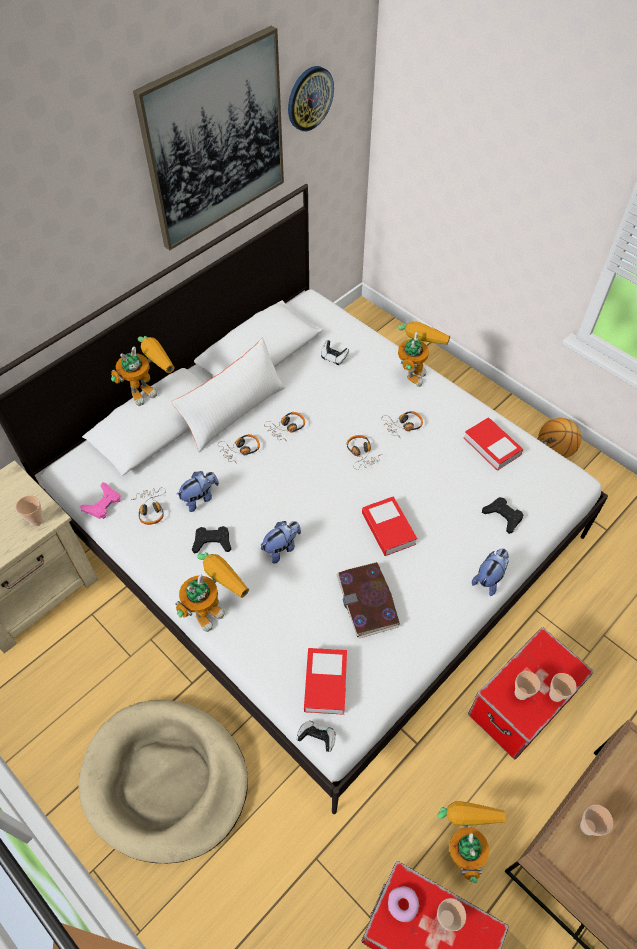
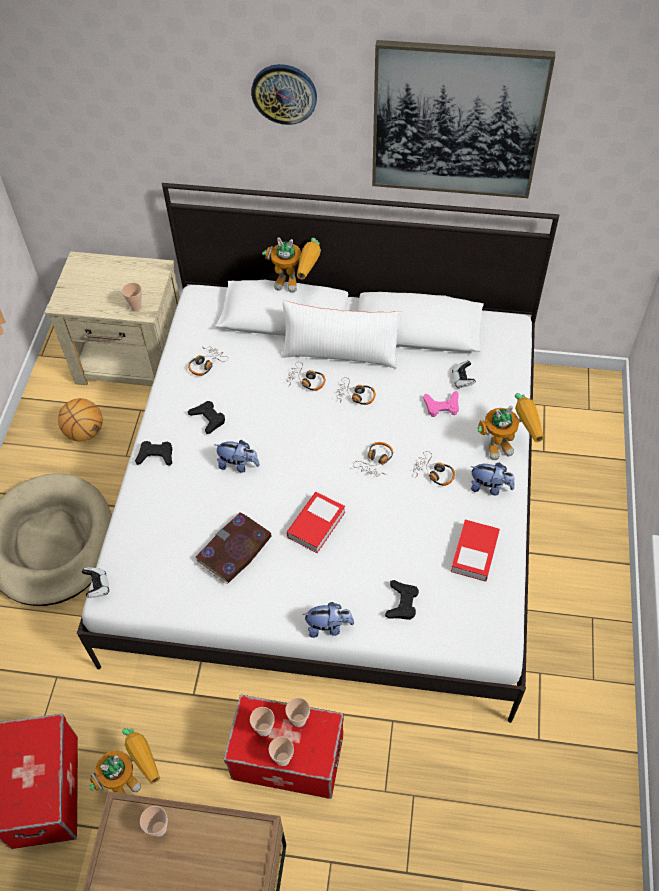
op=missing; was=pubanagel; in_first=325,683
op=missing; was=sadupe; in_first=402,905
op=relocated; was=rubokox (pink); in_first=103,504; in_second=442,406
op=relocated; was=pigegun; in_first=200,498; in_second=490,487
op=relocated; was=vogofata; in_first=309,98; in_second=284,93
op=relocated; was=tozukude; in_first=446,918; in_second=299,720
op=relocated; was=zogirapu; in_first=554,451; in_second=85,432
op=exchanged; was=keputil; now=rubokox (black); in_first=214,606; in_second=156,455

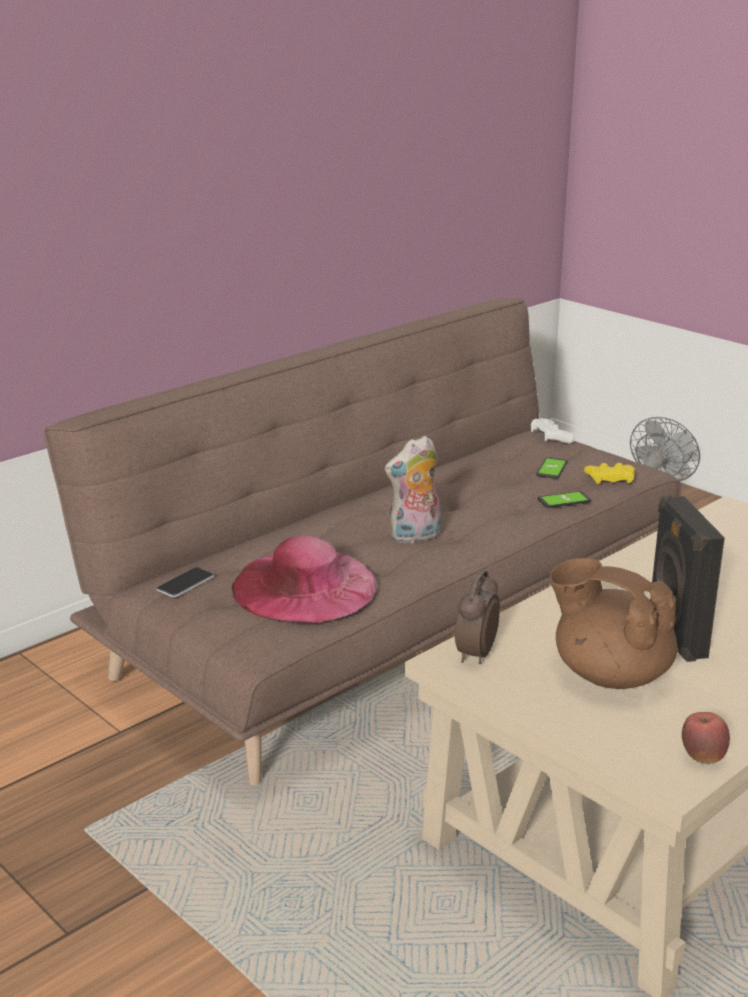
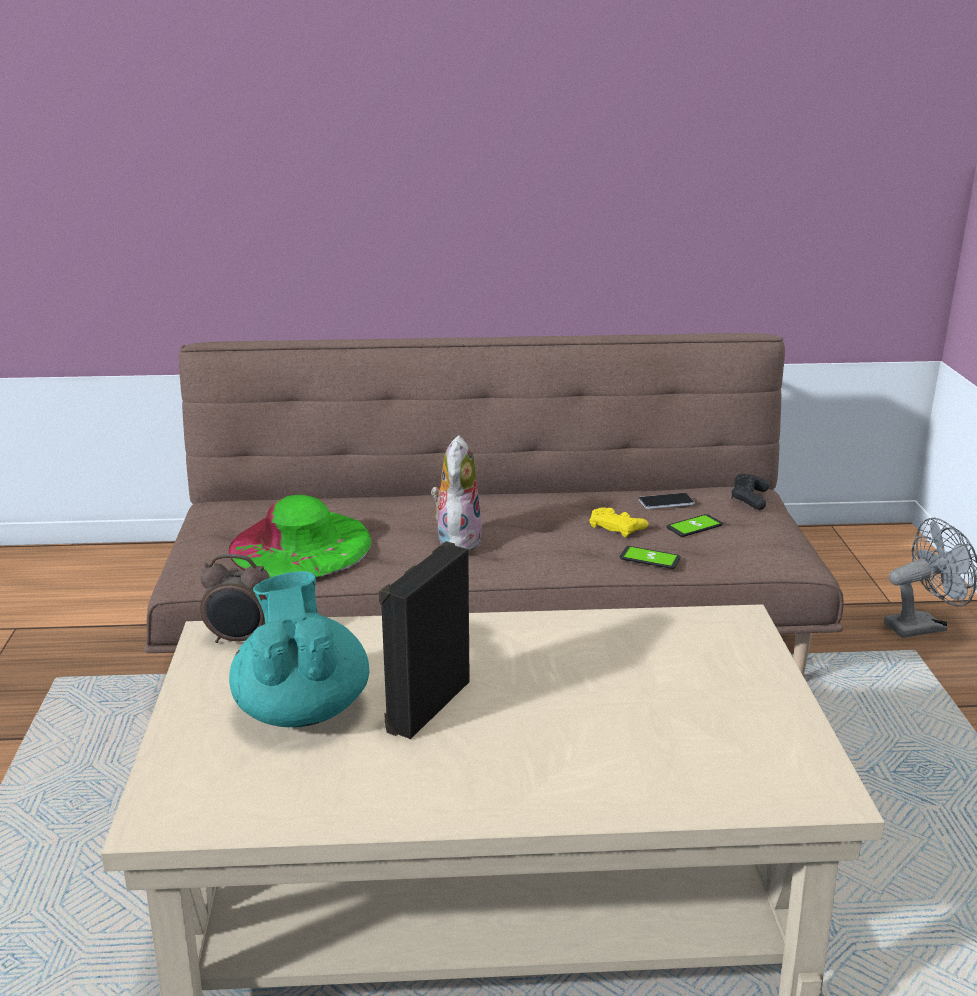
op=missing; was=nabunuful; in_first=702,757
op=relocated; was=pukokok; in_first=185,583; in_second=666,502
op=relocated; was=rubokox (yellow); in_first=610,477; in_second=617,526
op=colour; was=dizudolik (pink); now=dizudolik (green); in_first=305,586; in_second=300,545
op=colour; was=rubokox (white); now=rubokox (black); in_first=550,438; in_second=749,498
op=colour; was=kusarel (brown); now=kusarel (turquoise); in_first=609,674; in_second=302,708
op=spun; was=pigegun; in_first=415,536; in_second=457,540; clockwise=90
op=spun; was=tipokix; in_first=475,654; in_second=240,640; clockwise=-150

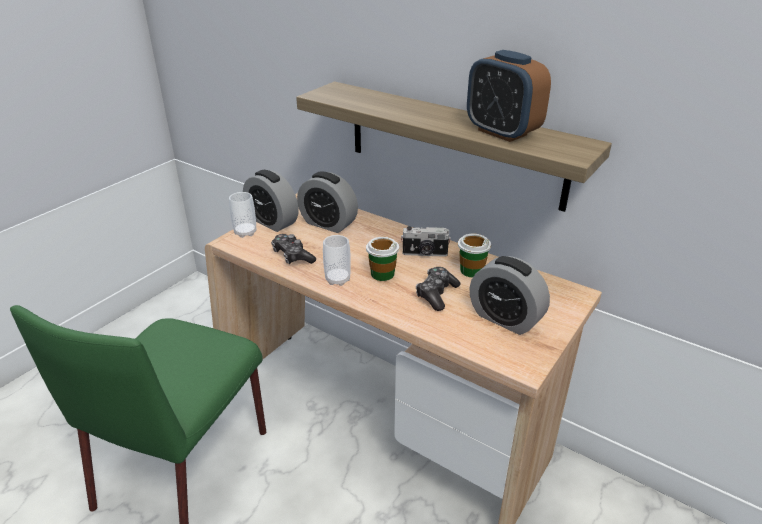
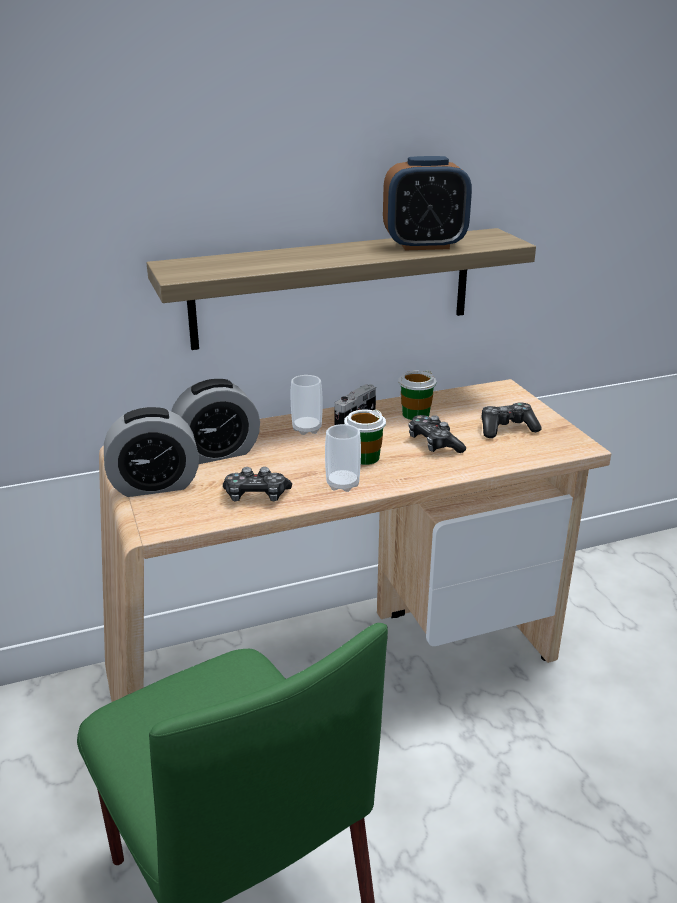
op=relocated; was=tozukude; in_first=245,232; in_second=307,429
op=exchanged; was=tipokix; now=rubokox; in_first=505,318; in_second=506,428

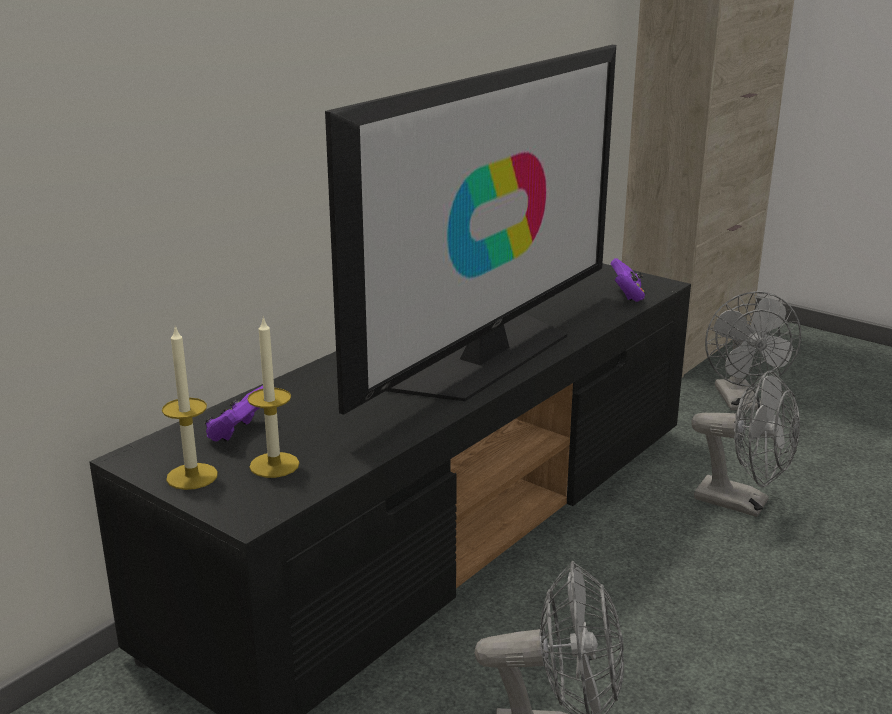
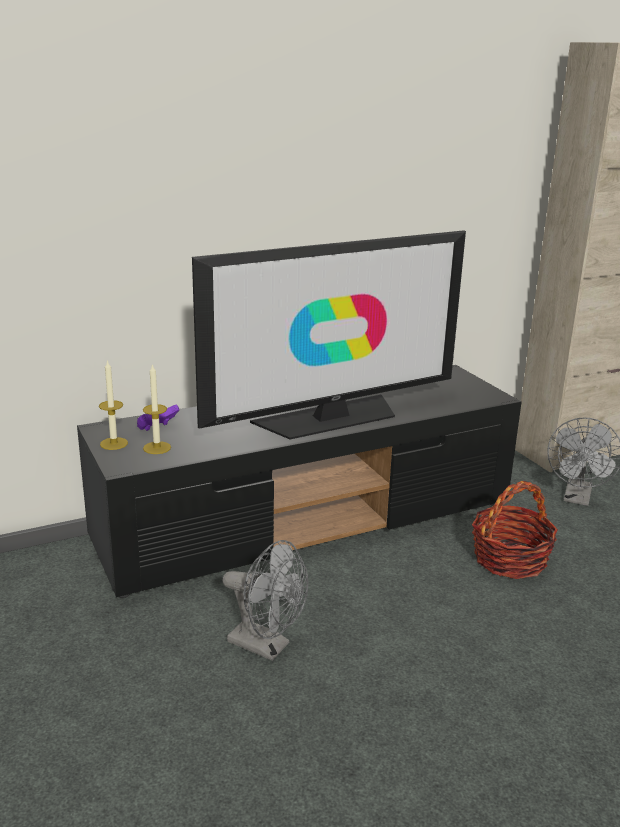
op=missing; was=rubokox (purple); in_first=627,296
op=exchanged; was=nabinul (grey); now=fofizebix; in_first=742,503; in_second=510,559

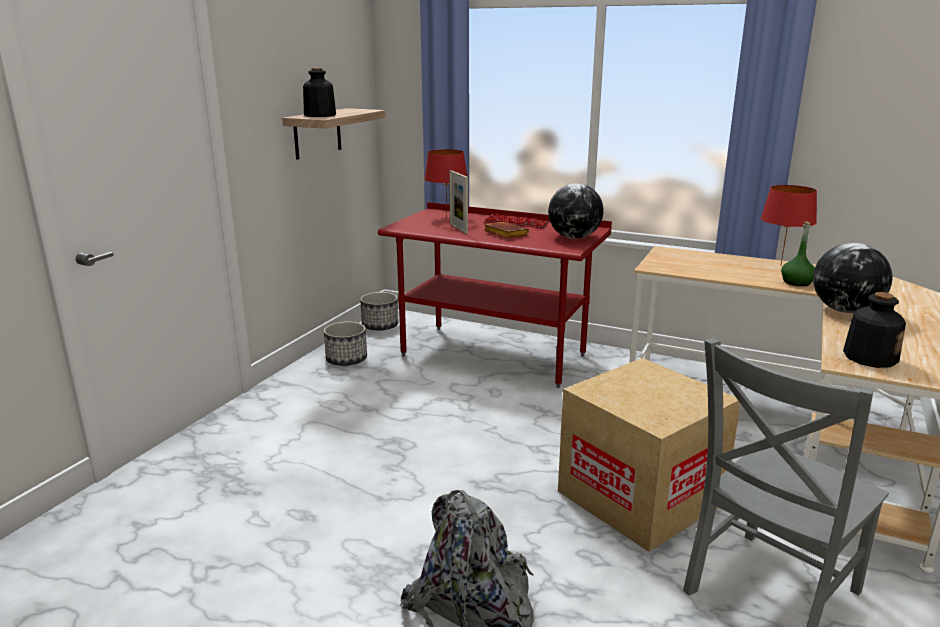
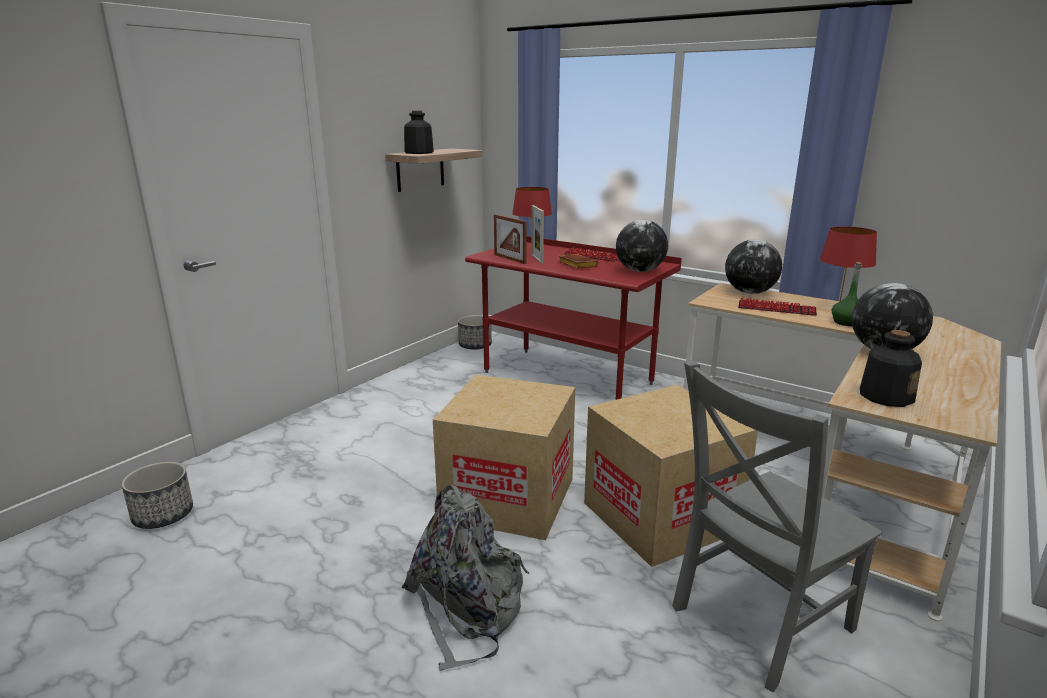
op=appeared; now=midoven; in_second=508,498
op=appeared; now=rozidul; in_second=509,259
op=appeared; now=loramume; in_second=749,292
op=appeared; now=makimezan; in_second=776,309
op=relocated; was=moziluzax; in_first=346,360; in_second=163,515

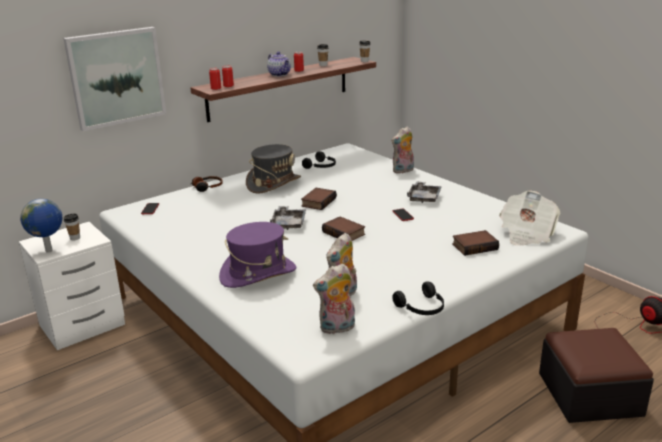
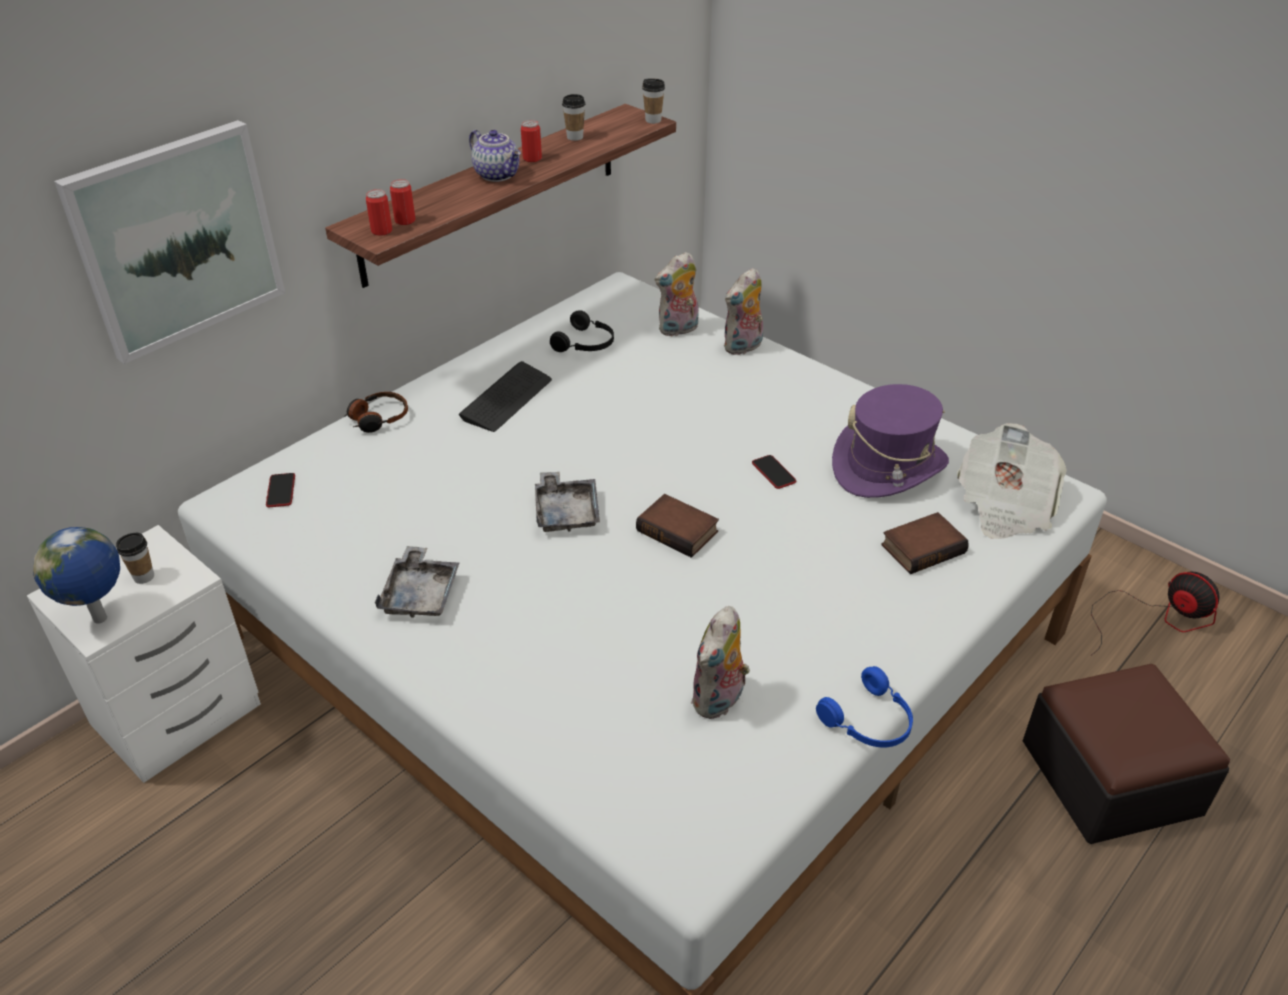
op=missing; was=pubanagel; in_first=318,202
op=relocated; was=dizudolik (purple); in_first=258,274; in_second=888,467
op=relocated; was=pigegun; in_first=337,328; in_second=678,330
op=relocated; was=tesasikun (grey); in_first=424,197; in_second=421,594
op=exchanged; was=dizudolik (grey); now=makimezan; in_first=273,183; in_second=506,399
op=colour; was=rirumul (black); now=rirumul (blue); in_first=422,308; in_second=870,722

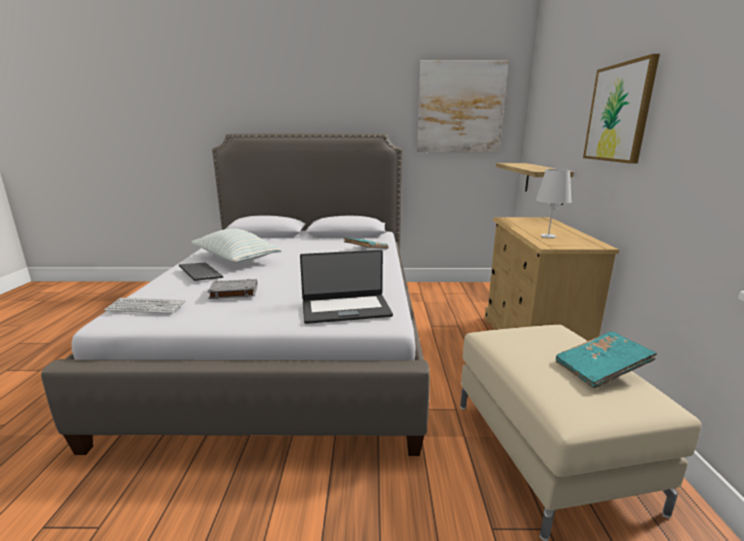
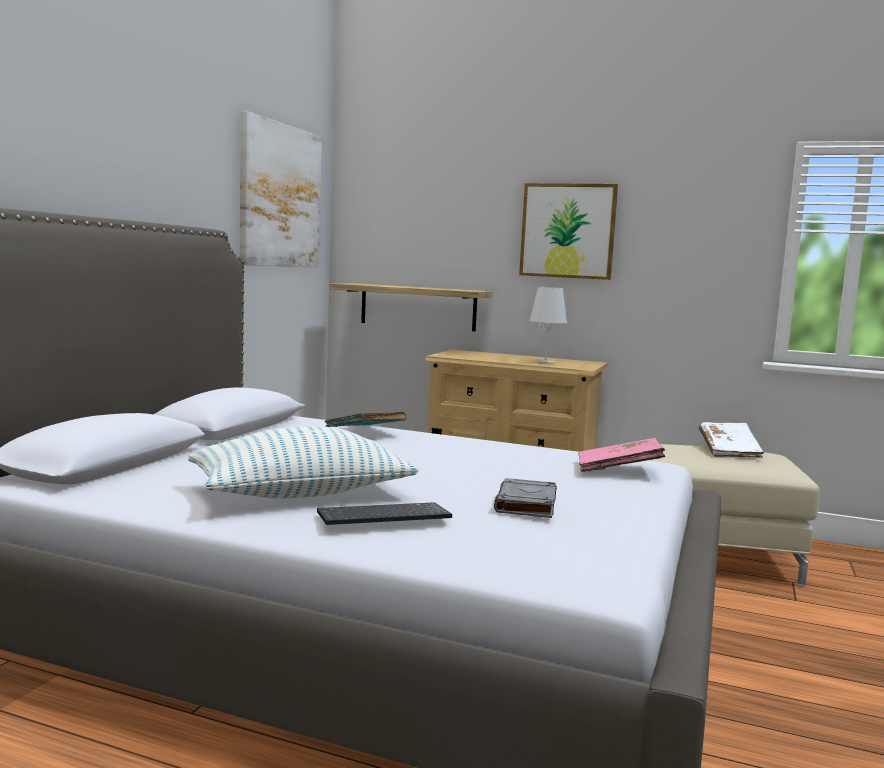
op=missing; was=makimezan; in_first=146,307
op=exchanged; was=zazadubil; now=pubanagel (pink); in_first=345,309; in_second=618,470
op=colour; was=pubanagel (turquoise); now=pubanagel (white); in_first=601,370; in_second=729,451

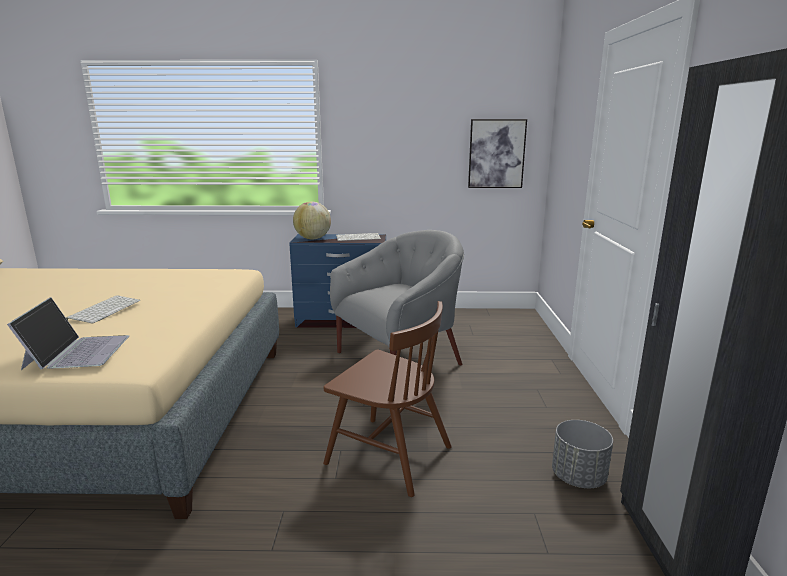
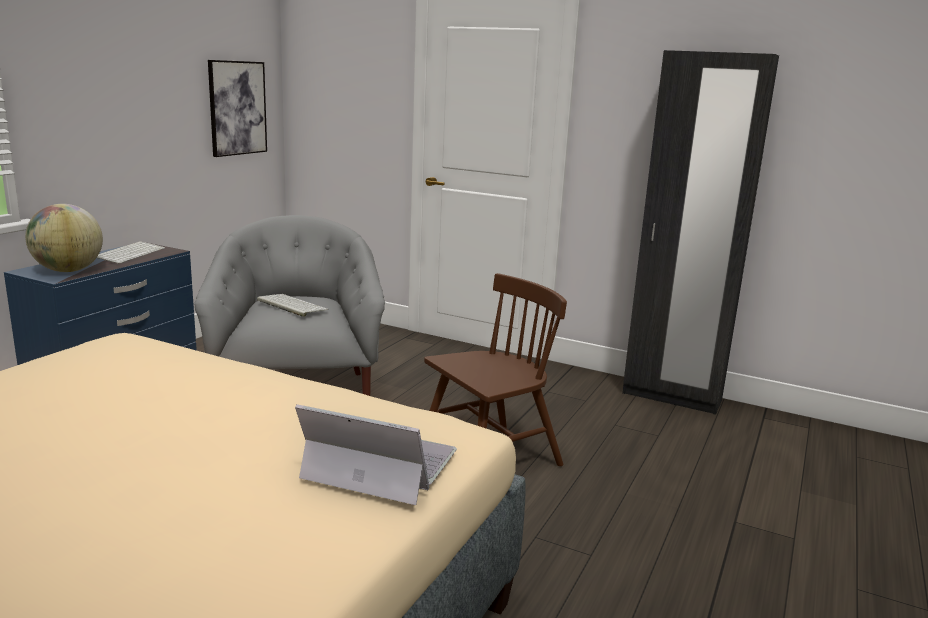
op=missing; was=moziluzax (grey); in_first=578,477
op=relocated; was=makimezan; in_first=104,310; in_second=290,305

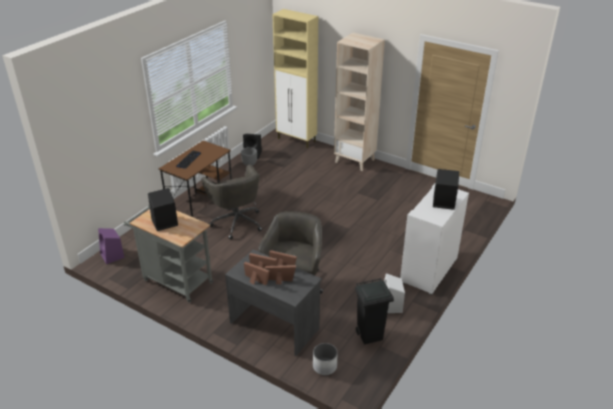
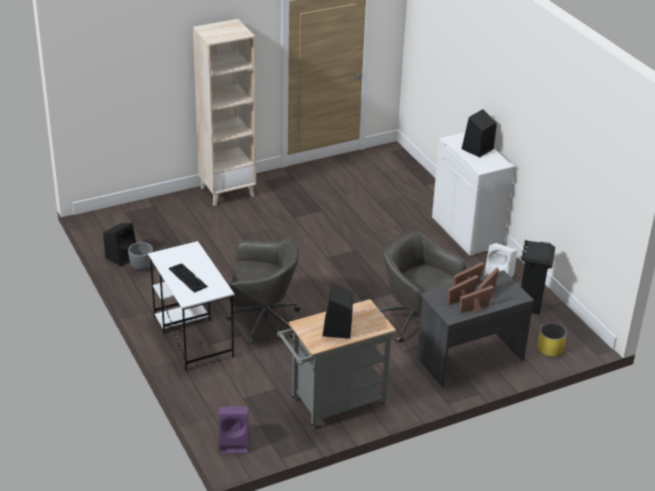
op=missing; was=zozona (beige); in_first=297,140
op=colour; was=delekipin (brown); now=delekipin (white); in_first=201,204; in_second=192,336
op=colour; was=moziluzax (white); now=moziluzax (yellow); in_first=324,366; in_second=550,349

